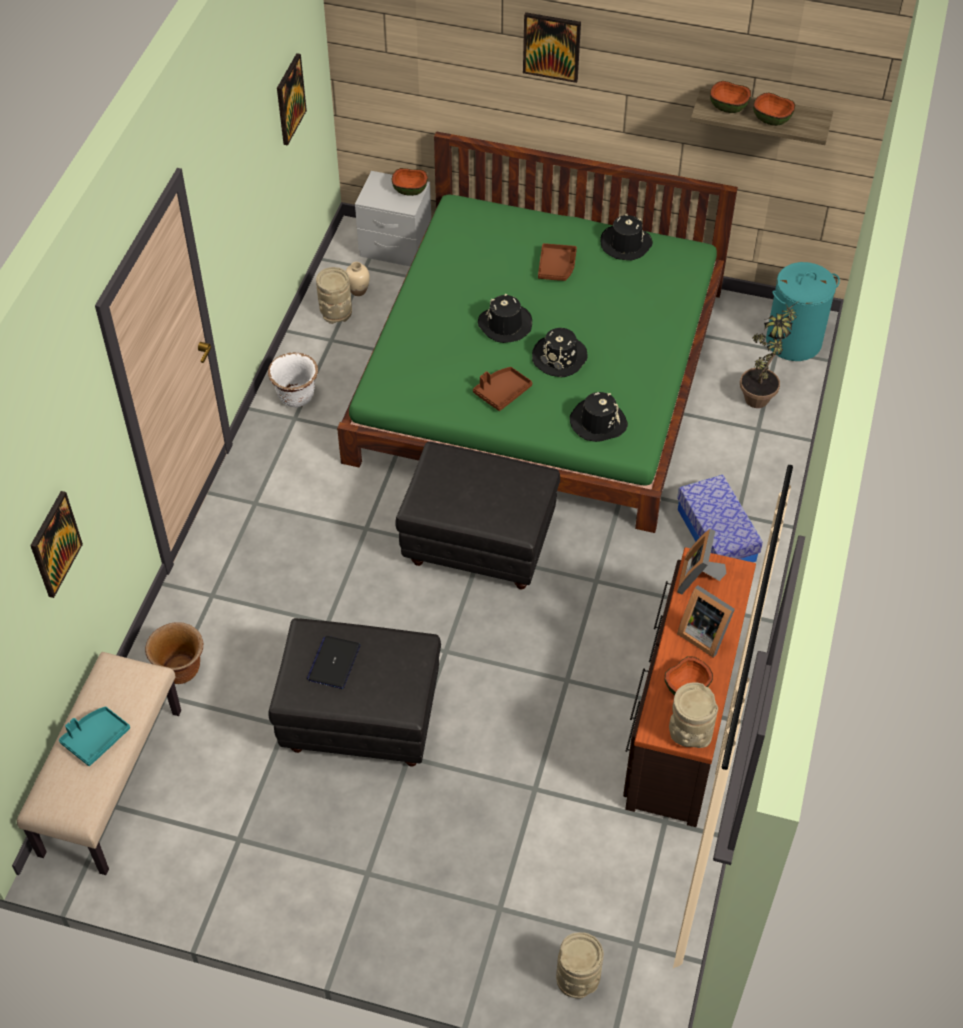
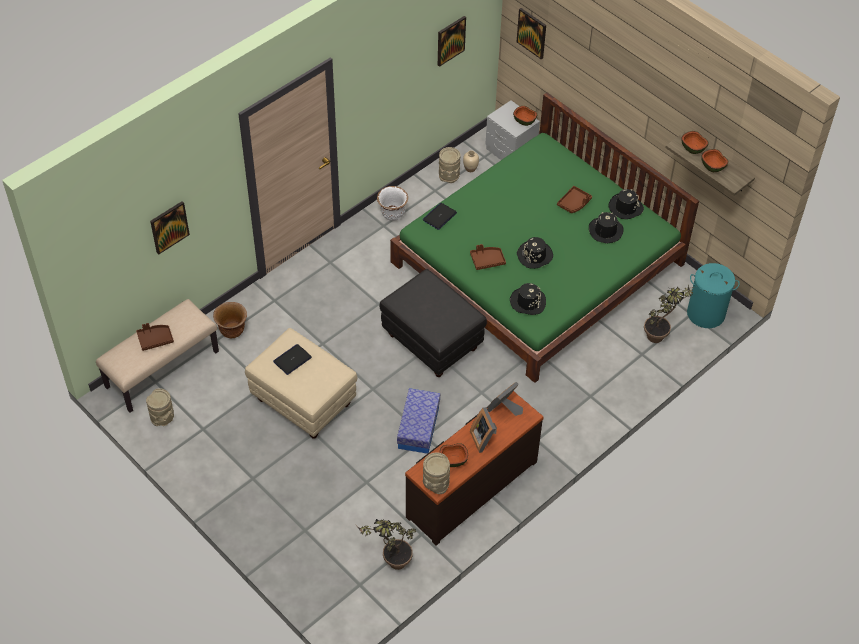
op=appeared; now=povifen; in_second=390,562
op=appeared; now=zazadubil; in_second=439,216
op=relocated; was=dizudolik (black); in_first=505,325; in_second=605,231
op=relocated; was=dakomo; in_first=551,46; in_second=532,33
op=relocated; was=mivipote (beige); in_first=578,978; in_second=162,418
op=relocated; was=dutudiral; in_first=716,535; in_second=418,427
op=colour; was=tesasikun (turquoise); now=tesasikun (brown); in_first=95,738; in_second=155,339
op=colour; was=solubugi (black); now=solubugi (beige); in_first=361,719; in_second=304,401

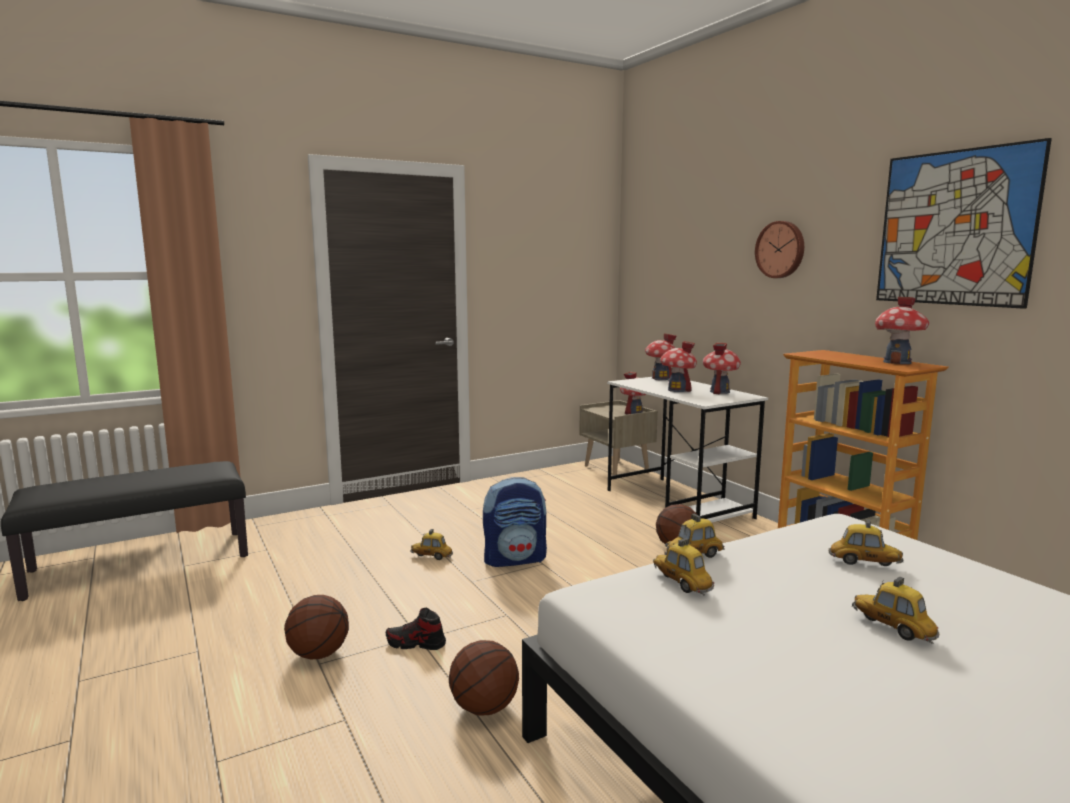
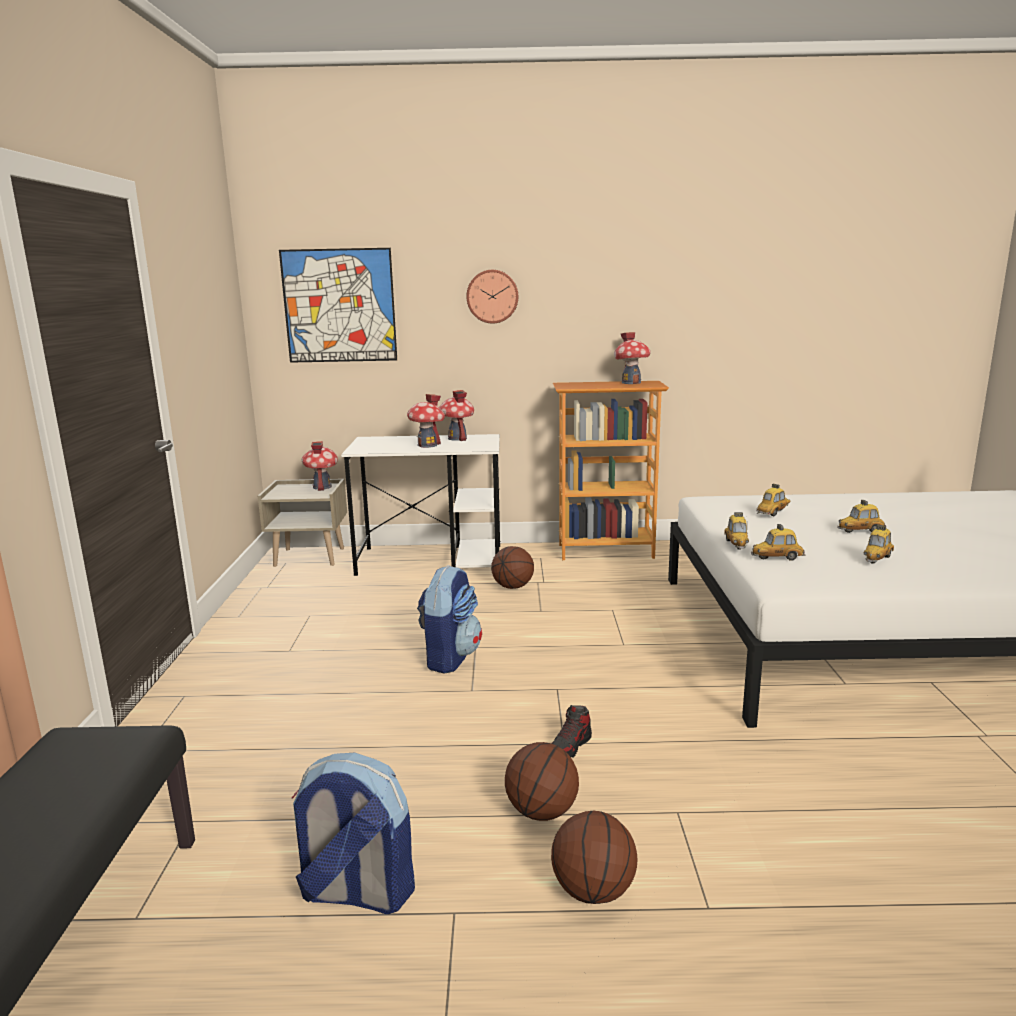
op=missing; was=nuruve; in_first=660,378
op=appeared; now=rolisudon; in_second=356,893
op=relocated; was=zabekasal; in_first=431,556; in_second=877,559
op=relocated; was=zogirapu; in_first=483,708; in_second=593,891
op=relocated; was=dakomo; in_first=954,228; in_second=339,306

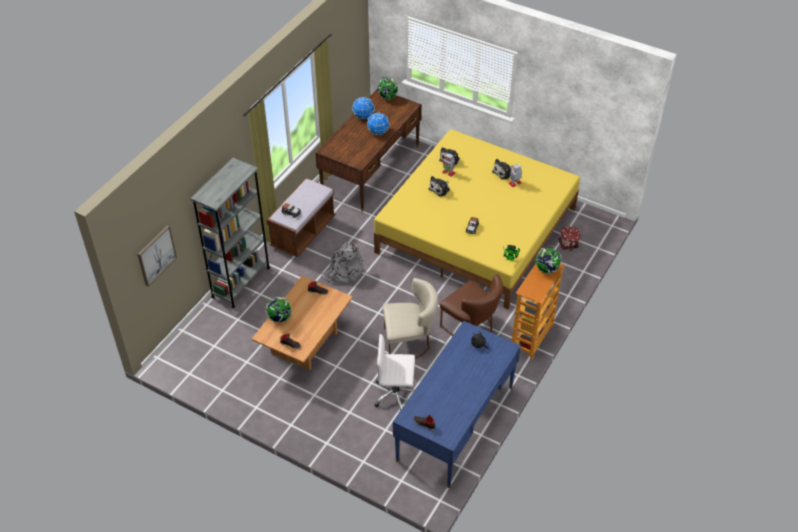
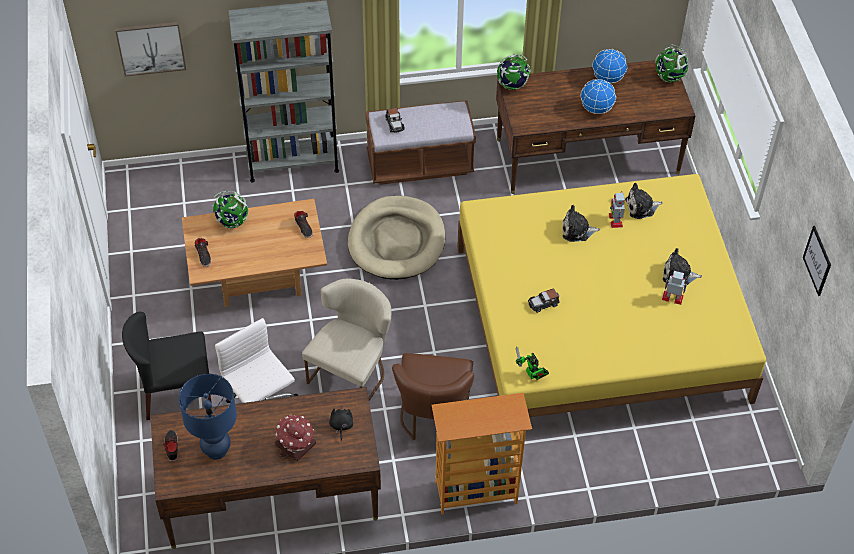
op=appeared; now=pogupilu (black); in_second=176,392
op=appeared; now=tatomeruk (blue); in_second=216,450
op=appeared; now=dakomo; in_second=817,260
op=relocated; was=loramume; in_first=547,270; in_second=512,85
op=relocated; was=nuruve; in_first=568,243; in_second=296,445
op=exchanged; was=rolisudon (grey); now=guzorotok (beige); in_first=344,273; in_second=397,241
op=colour; was=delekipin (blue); now=delekipin (brown); in_first=455,423; in_second=271,495
op=spun; was=pogupilu (beige); in_first=409,342; in_second=352,371; clockwise=-105

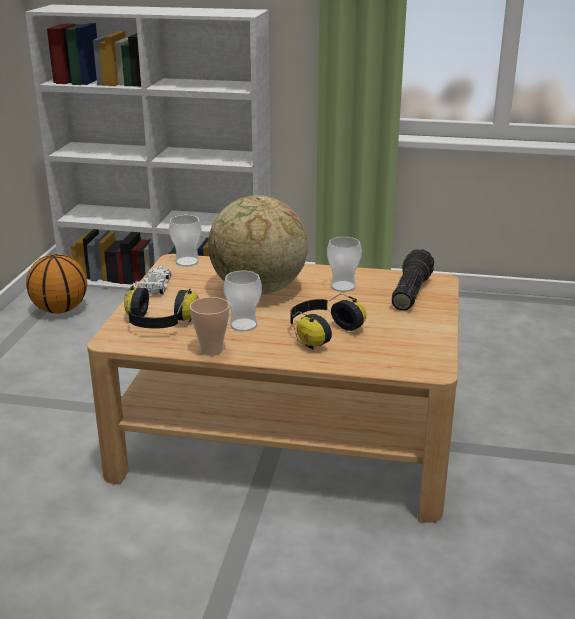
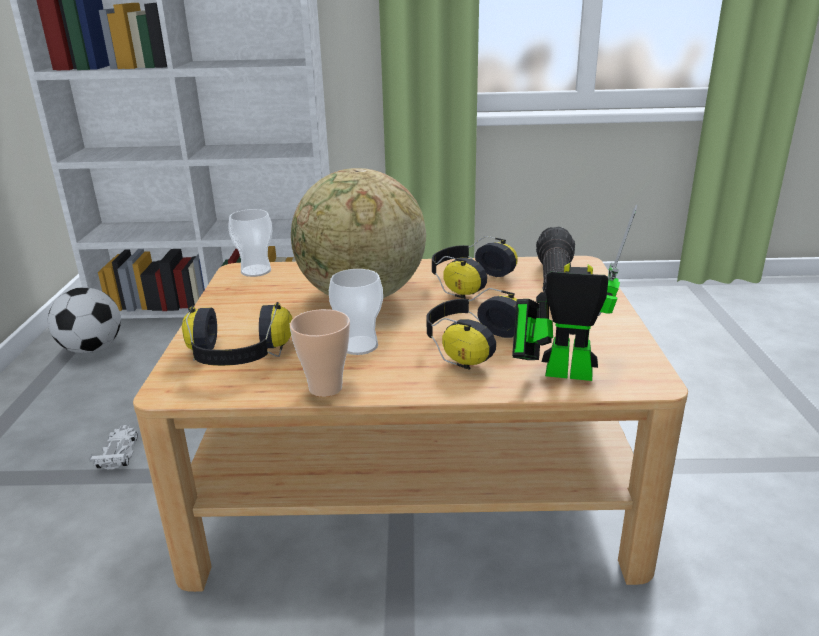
op=appeared; now=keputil; in_second=560,372
op=relocated; was=zabekasal (white); in_first=156,286; in_second=119,453
op=exchanged; was=zogirapu; now=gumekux; in_first=60,309; in_second=92,349
op=exchanged; was=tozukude; now=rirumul; in_first=343,286; in_second=468,282

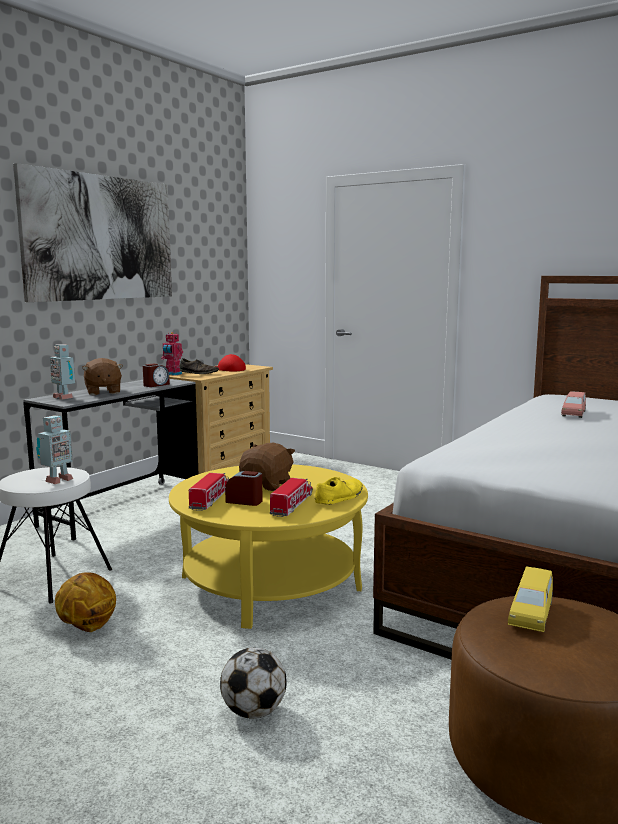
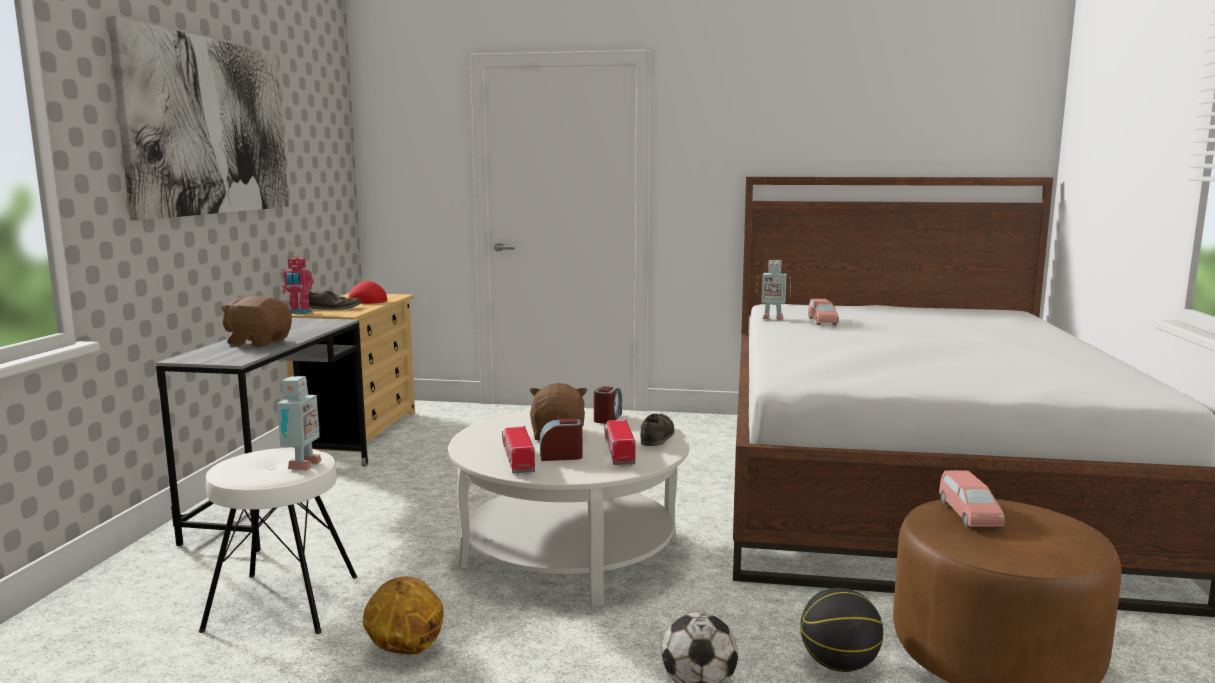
op=appeared; now=zogirapu; in_second=839,665
op=relocated; was=keputil; in_first=64,397; in_second=772,318
op=relocated; was=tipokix; in_first=156,385; in_second=607,418
op=colour; was=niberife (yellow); now=niberife (white); in_first=270,582; in_second=570,552
op=colour; was=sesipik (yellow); now=sesipik (brown); in_first=339,497; in_second=656,436
op=colour; was=zabekasal (yellow); now=zabekasal (pink); in_first=531,613; in_second=968,514
op=spun; was=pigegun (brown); in_first=103,392; in_second=258,342; clockwise=150

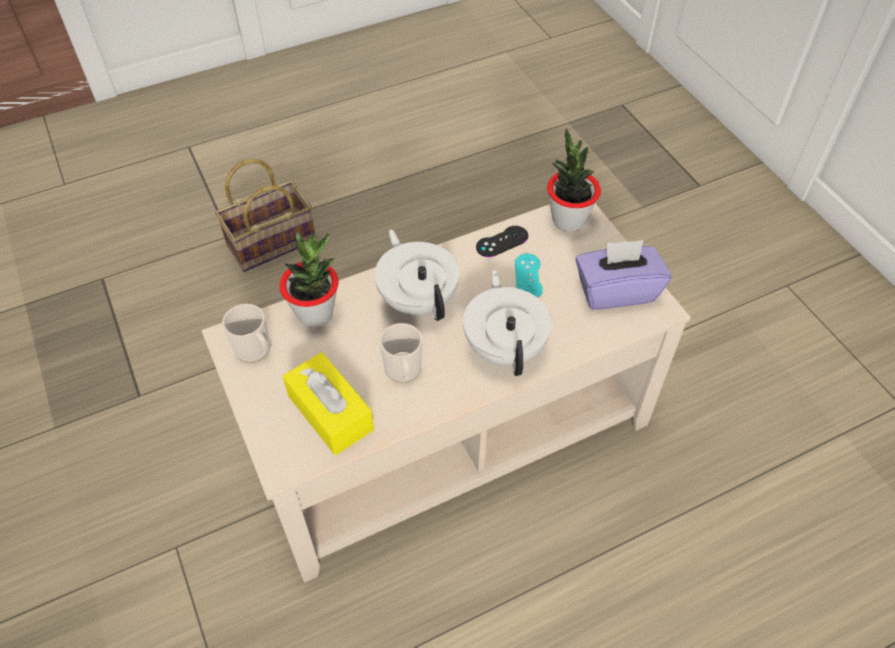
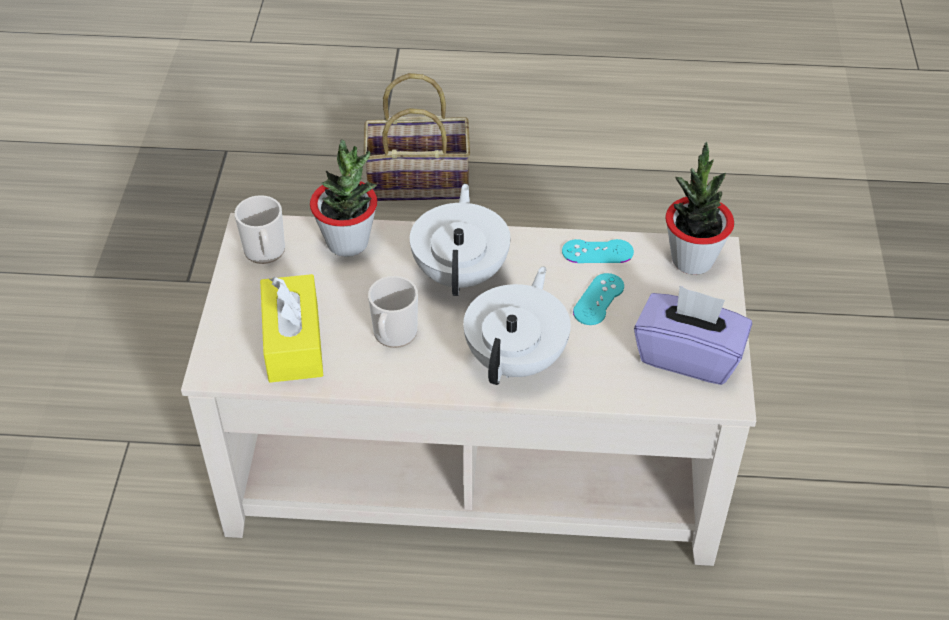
op=colour; was=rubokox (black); now=rubokox (turquoise); in_first=502,241; in_second=597,252

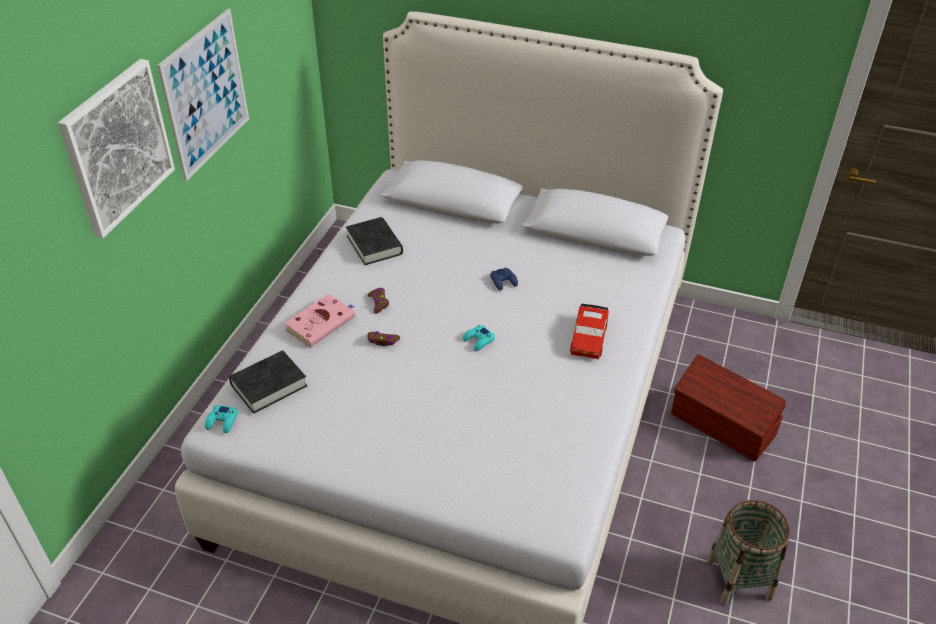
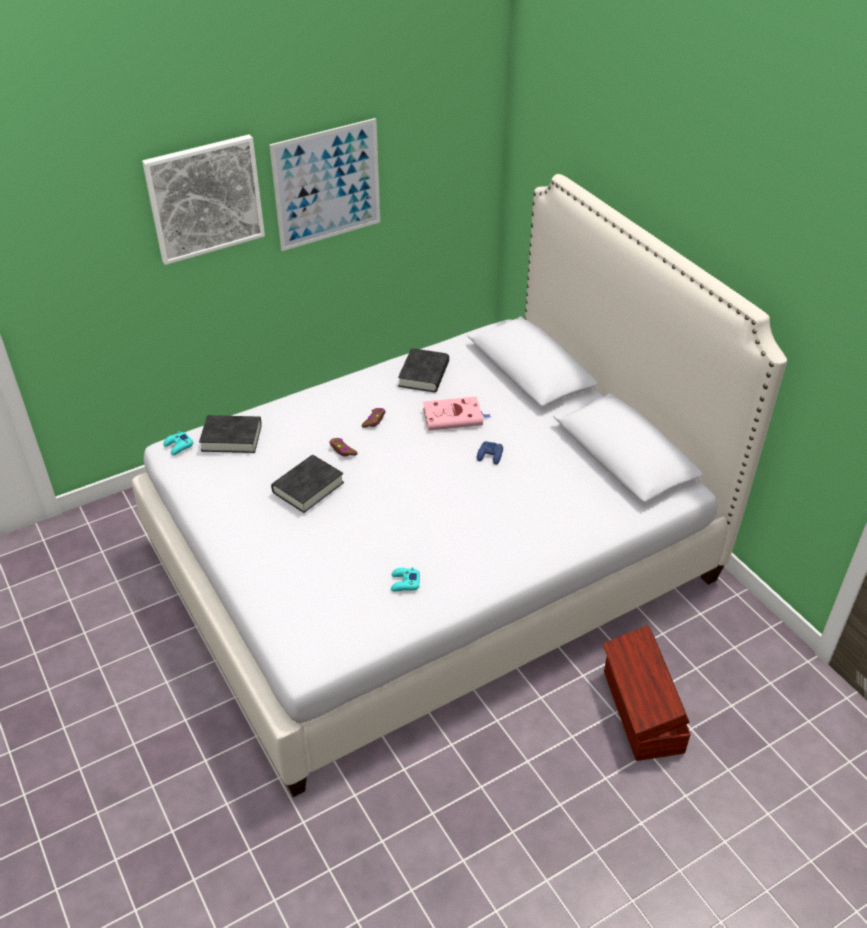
op=missing; was=zabekasal (red); in_first=588,338
op=missing; was=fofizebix; in_first=738,579
op=appeared; now=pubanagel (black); in_second=308,487
op=relocated; was=pubanagel (pink); in_first=321,323; in_second=454,417
op=relocated; was=rubokox (turquoise); in_first=478,341; in_second=404,583

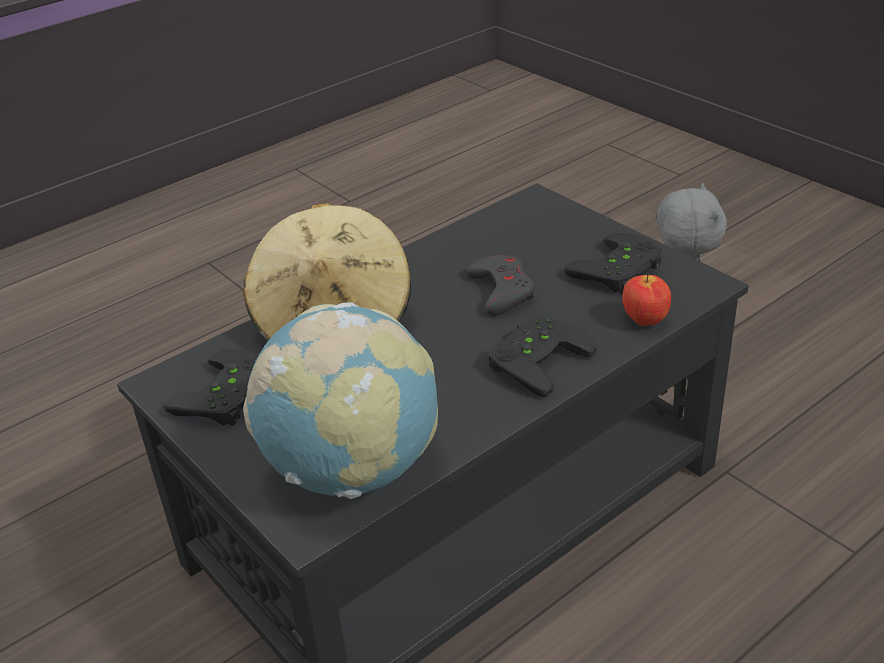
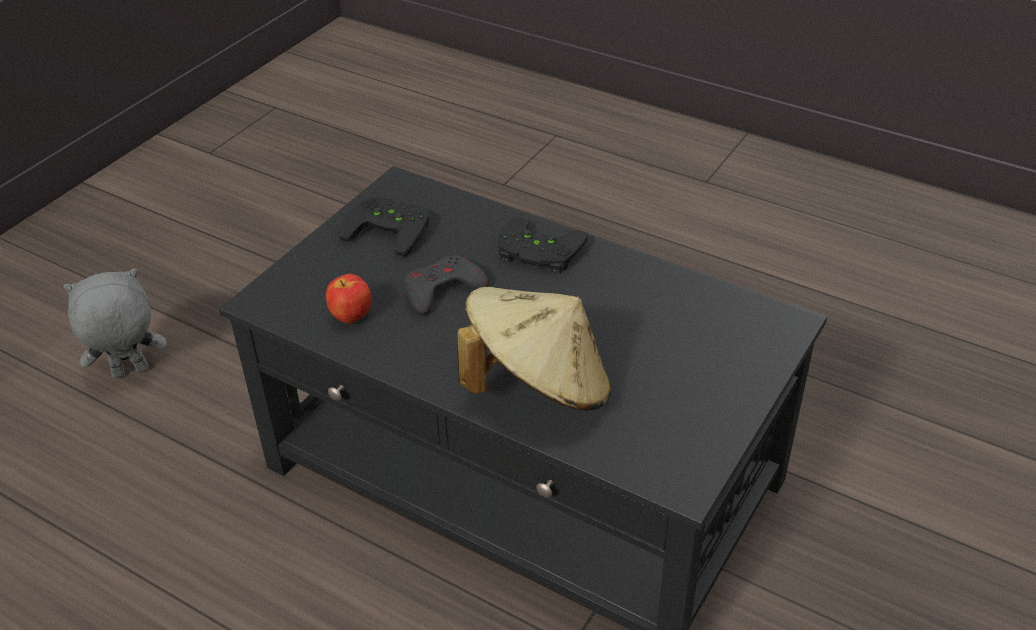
op=missing; was=rubokox (black); in_first=230,396
op=missing; was=loramume; in_first=352,469
op=relocated; was=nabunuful; in_first=644,321; in_second=351,318

